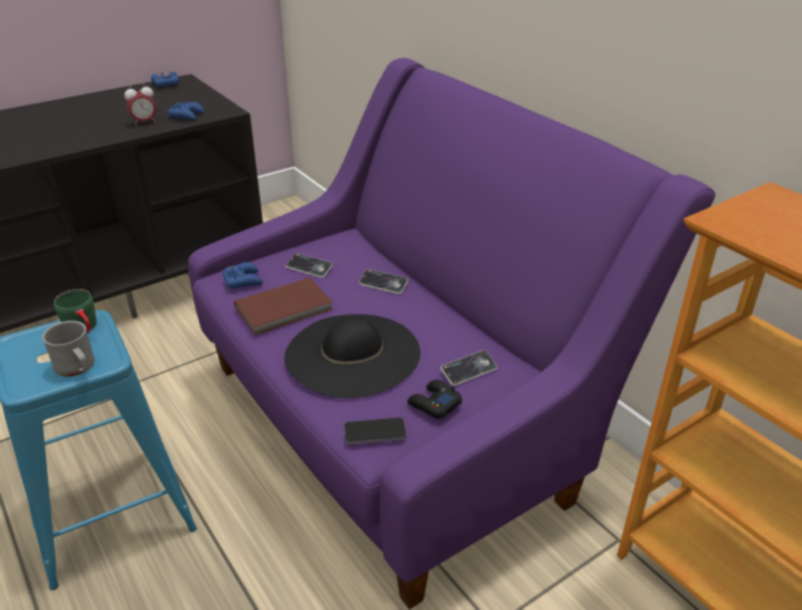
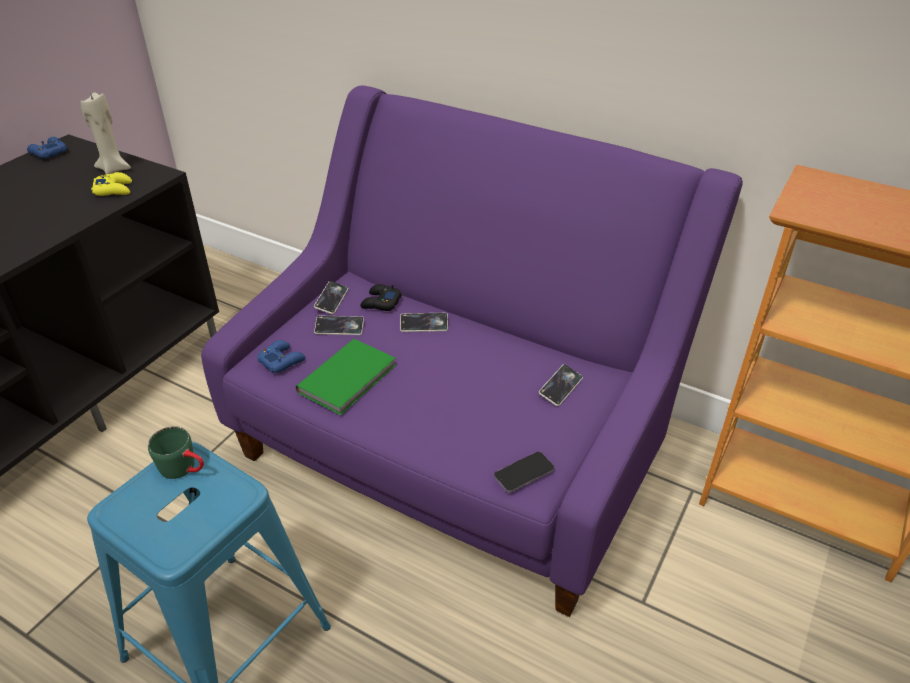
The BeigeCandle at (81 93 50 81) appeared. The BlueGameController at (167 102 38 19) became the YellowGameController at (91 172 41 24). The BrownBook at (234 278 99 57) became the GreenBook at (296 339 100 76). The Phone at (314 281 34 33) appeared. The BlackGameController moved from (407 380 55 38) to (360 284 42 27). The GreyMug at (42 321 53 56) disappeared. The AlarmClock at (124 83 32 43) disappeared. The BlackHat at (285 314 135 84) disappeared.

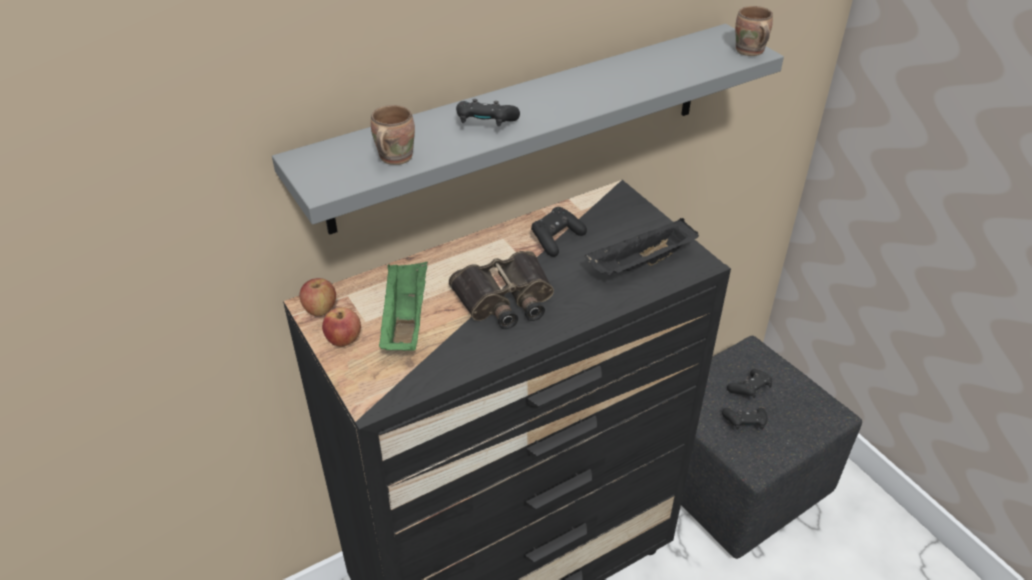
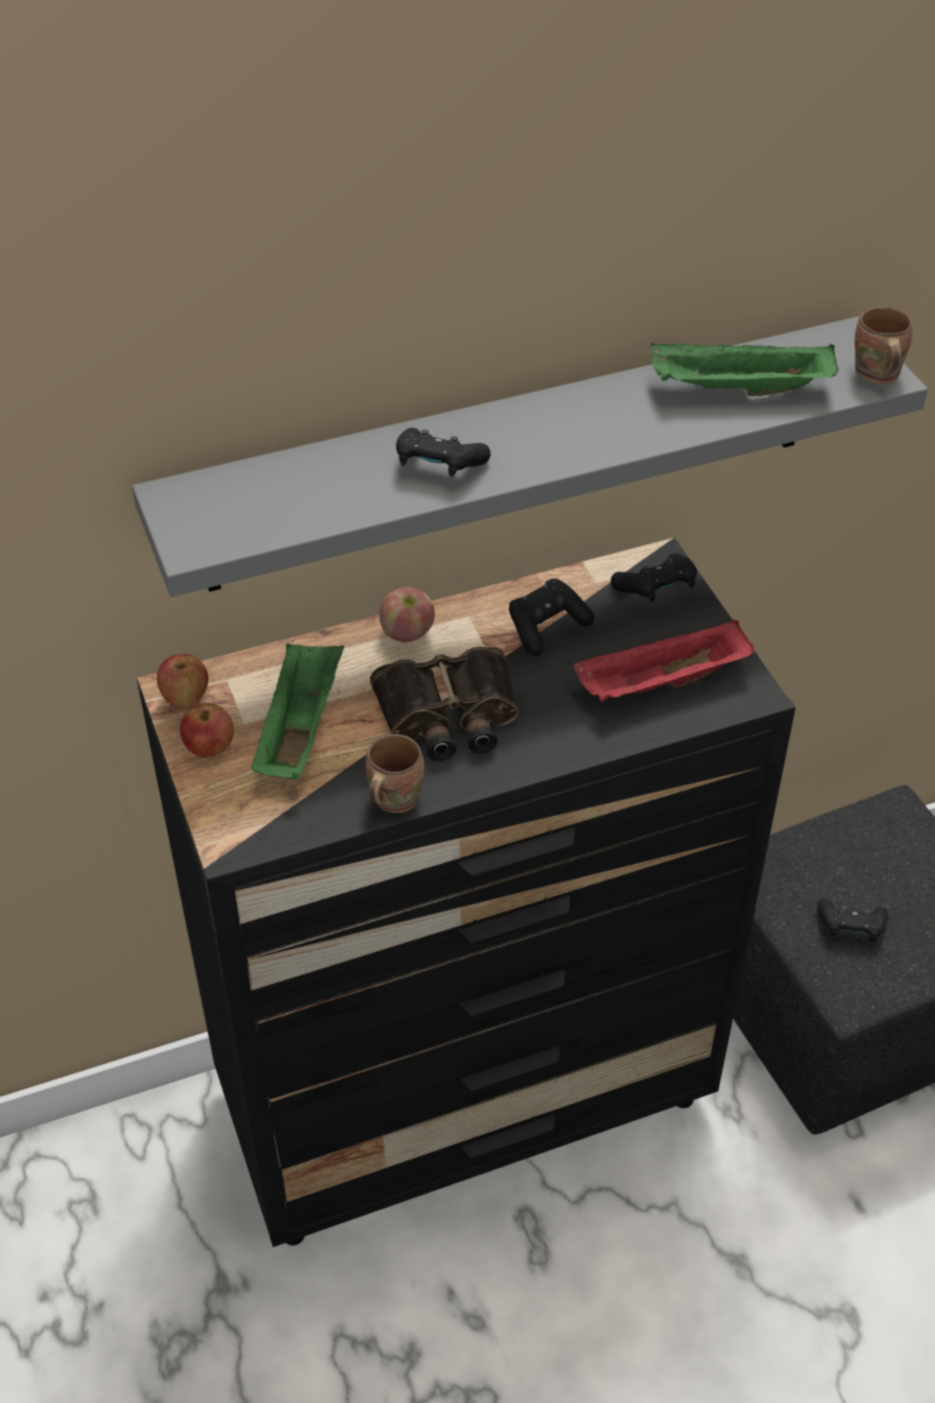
The BrownMug moved from (371 105 44 60) to (366 734 59 79). The Apple at (379 587 56 55) appeared. The BlackTray at (585 218 114 59) became the RedTray at (573 619 181 83). The BlackGameController moved from (727 369 45 29) to (611 553 86 49). The GreenTray at (650 343 188 53) appeared.

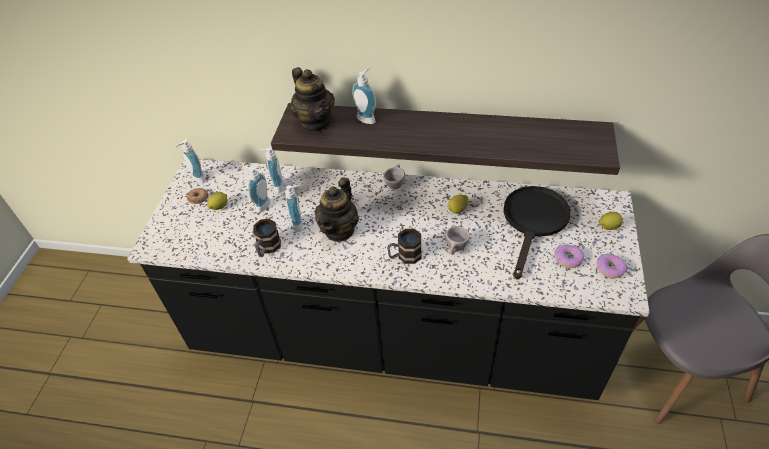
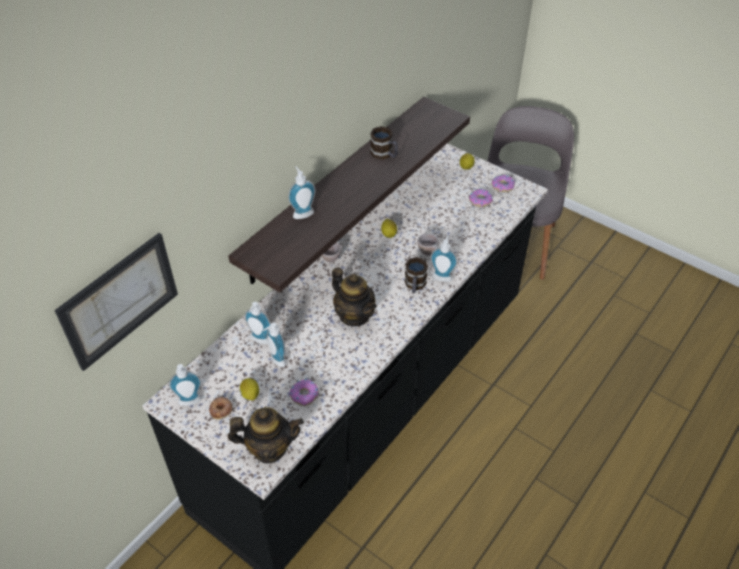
The Picture at (54 233 124 138) appeared. The Teapot moved from (290 67 45 64) to (228 407 76 56). The Donut at (289 379 29 27) appeared. The Mug moved from (253 219 28 38) to (370 126 28 34). The SoapDispenser moved from (285 185 18 47) to (430 235 27 47). The BlackFryingPan at (504 186 66 93) disappeared.

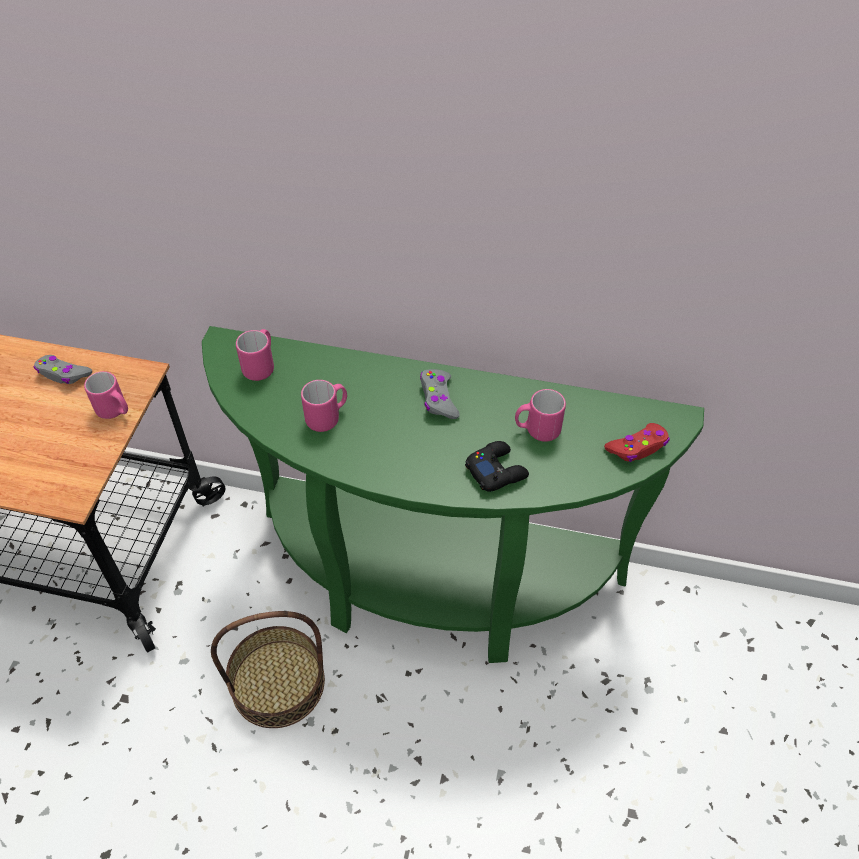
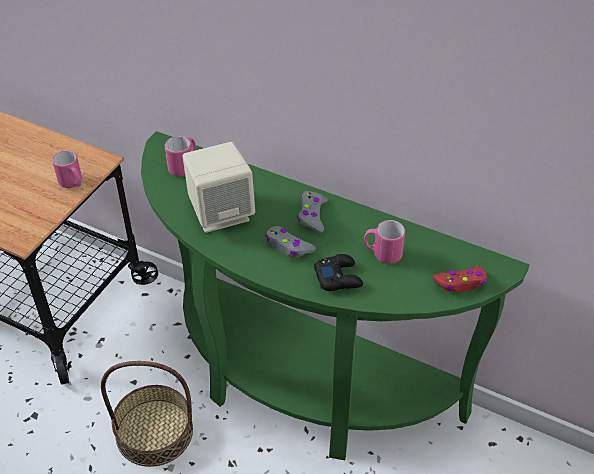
The PinkMug at (301 380 46 52) was replaced by the BeigeSpeaker at (183 142 72 91). The GreyGameController moved from (34 355 58 29) to (265 226 51 31).

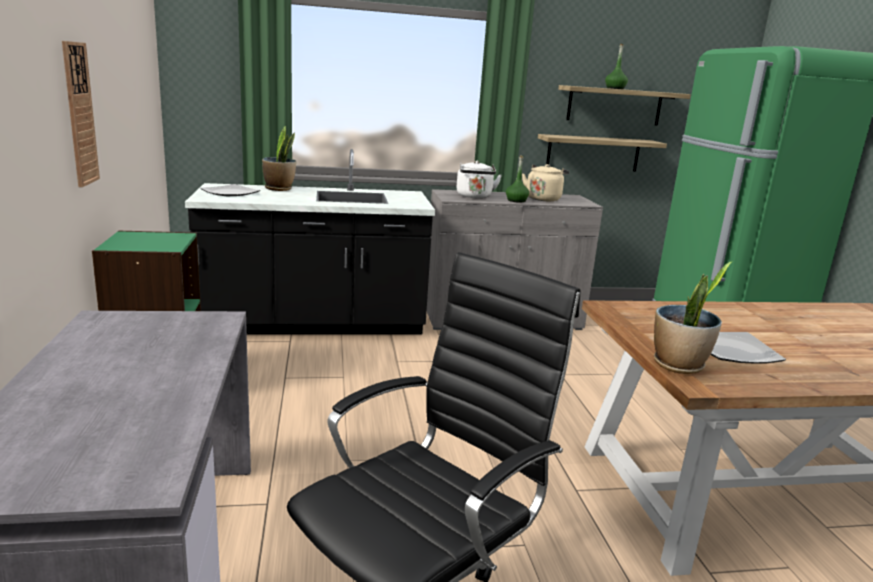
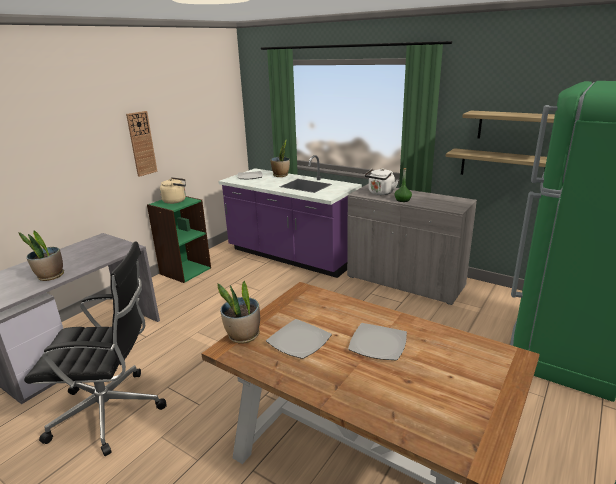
The PottedPlant at (18 231 46 50) appeared. The BeigeKettle moved from (522 164 47 37) to (160 177 26 27). The BlackCounter at (185 149 250 186) became the PurpleCounter at (218 155 144 123). The Plate at (348 323 59 37) appeared. The GreenBottle at (605 44 23 45) disappeared.

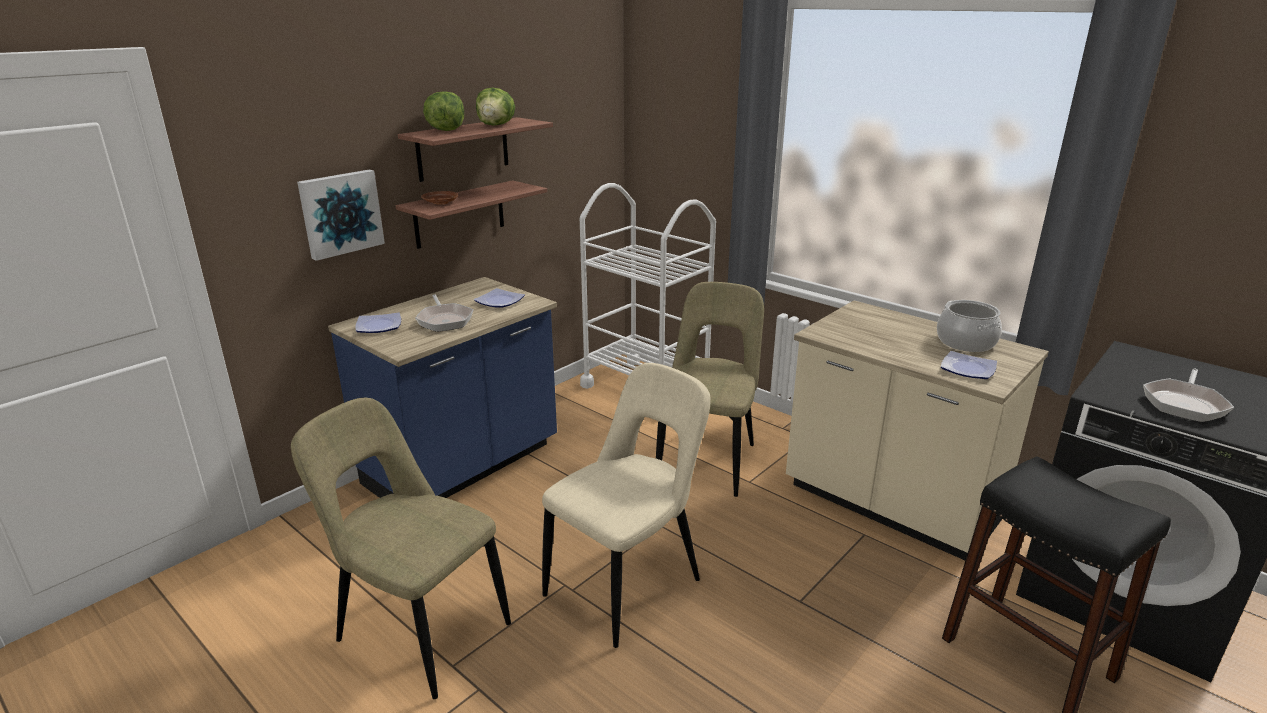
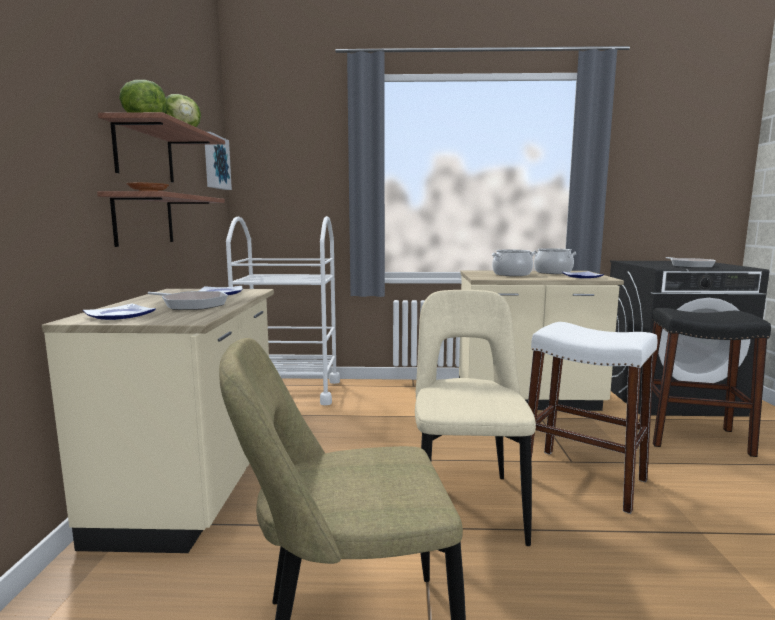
The BlueCounter at (328 277 229 221) became the BeigeCounter at (42 289 232 264). The Picture moved from (297 170 88 91) to (205 132 27 58). The CookingPot at (492 250 42 26) appeared. The WhiteStool at (520 322 138 192) appeared. The BeigeChair at (656 282 108 215) disappeared.

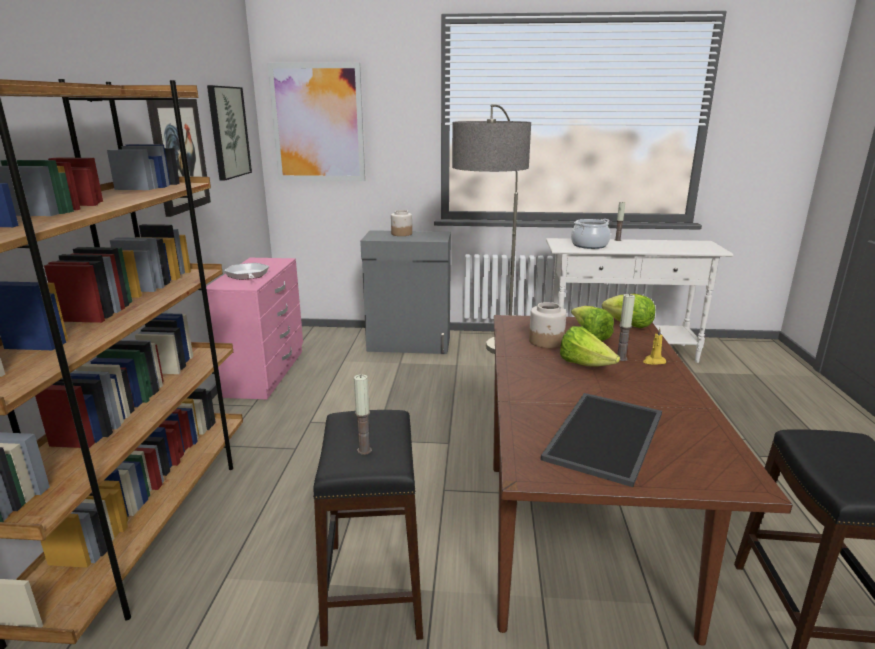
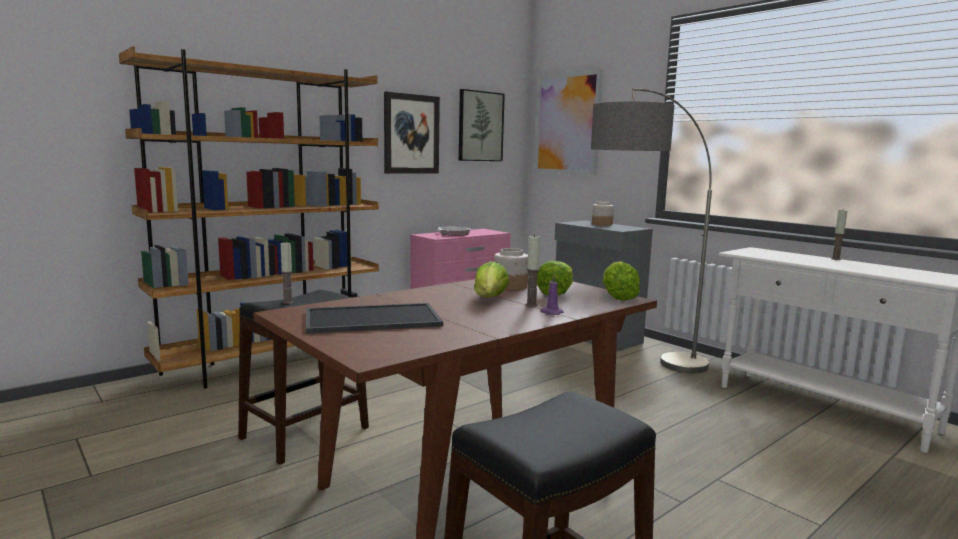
The YellowCandle at (643 328 23 37) became the PurpleCandle at (540 274 23 41). The CookingPot at (571 219 39 30) disappeared.

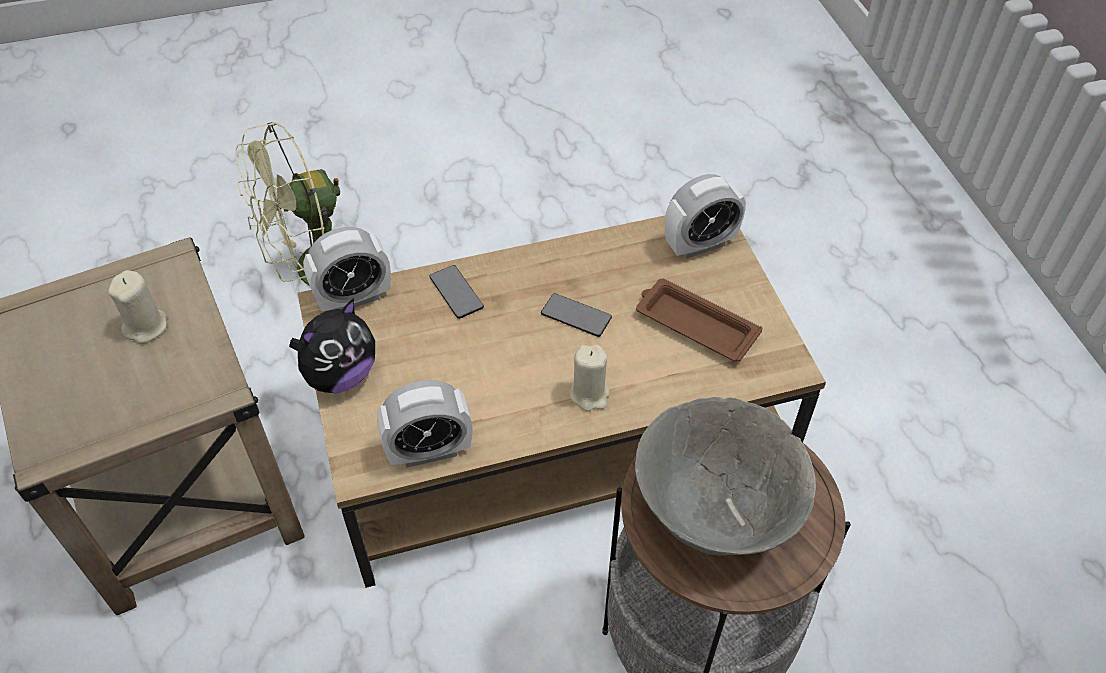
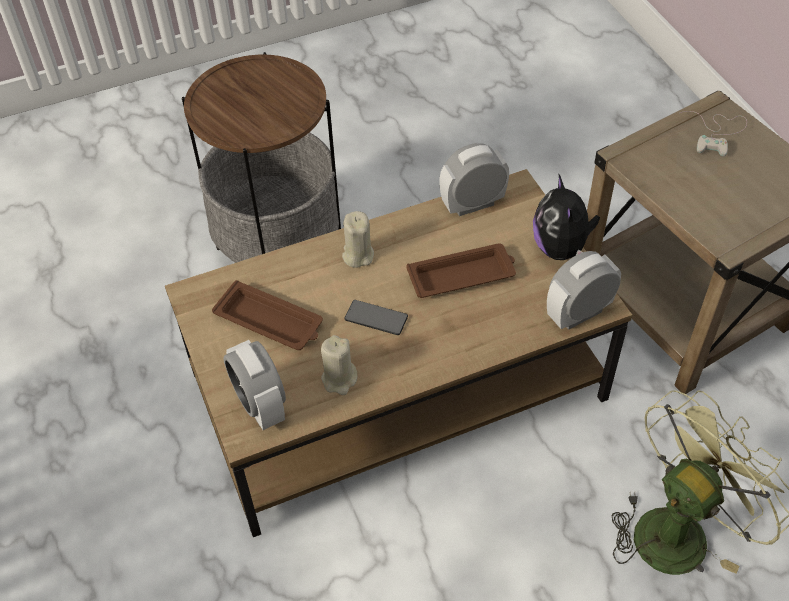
The AlarmClock at (665 174 81 85) turned 90 degrees counterclockwise. The BeigeCandle moved from (108 270 59 74) to (321 335 36 60). The BrownTray at (406 243 110 55) appeared. The PlushToy at (289 298 86 95) turned 45 degrees counterclockwise. The WhiteGameController at (680 111 67 45) appeared. The Phone at (429 265 55 54) disappeared. The GreyBowl at (635 397 181 159) disappeared.

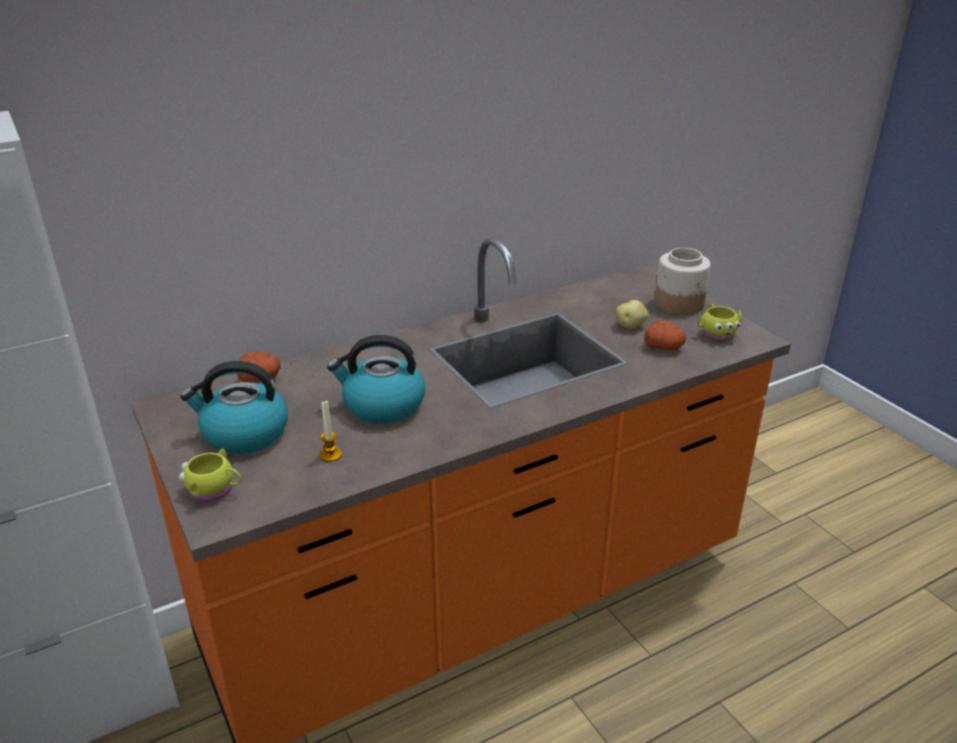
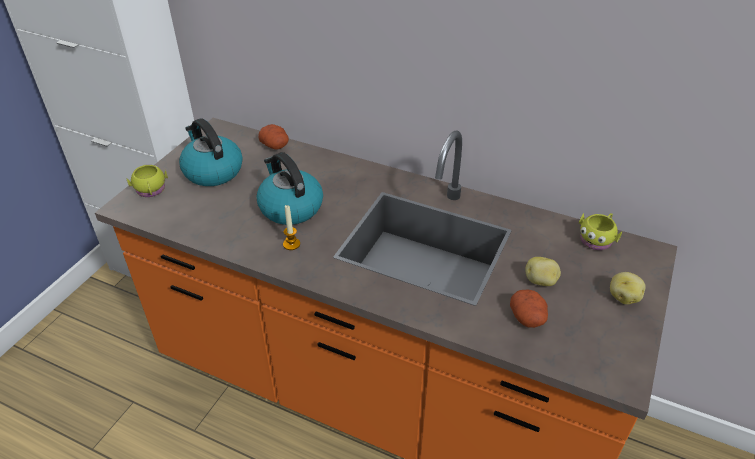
The Candle moved from (319 400 23 62) to (283 205 17 45). The YellowMug moved from (699 304 43 38) to (579 213 43 37). The Jar at (655 248 56 66) was replaced by the Potato at (610 272 36 33).

